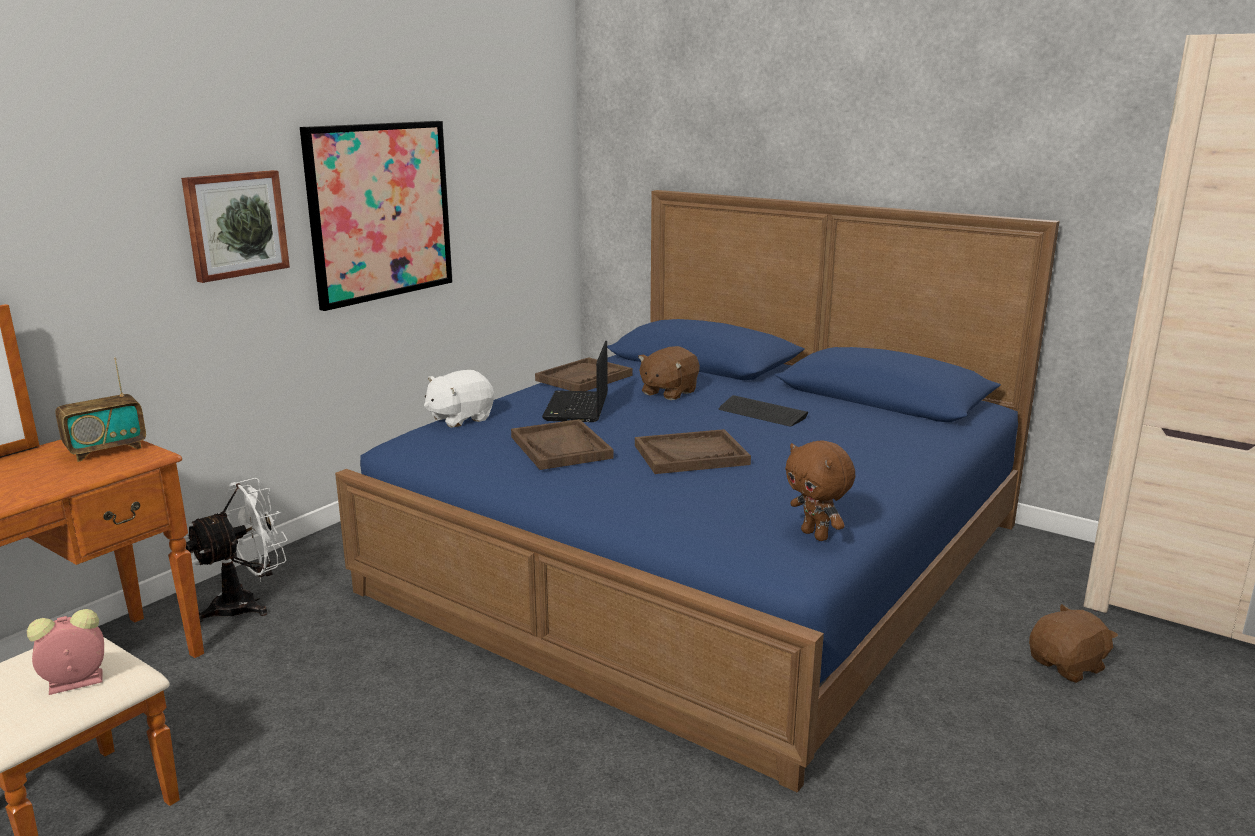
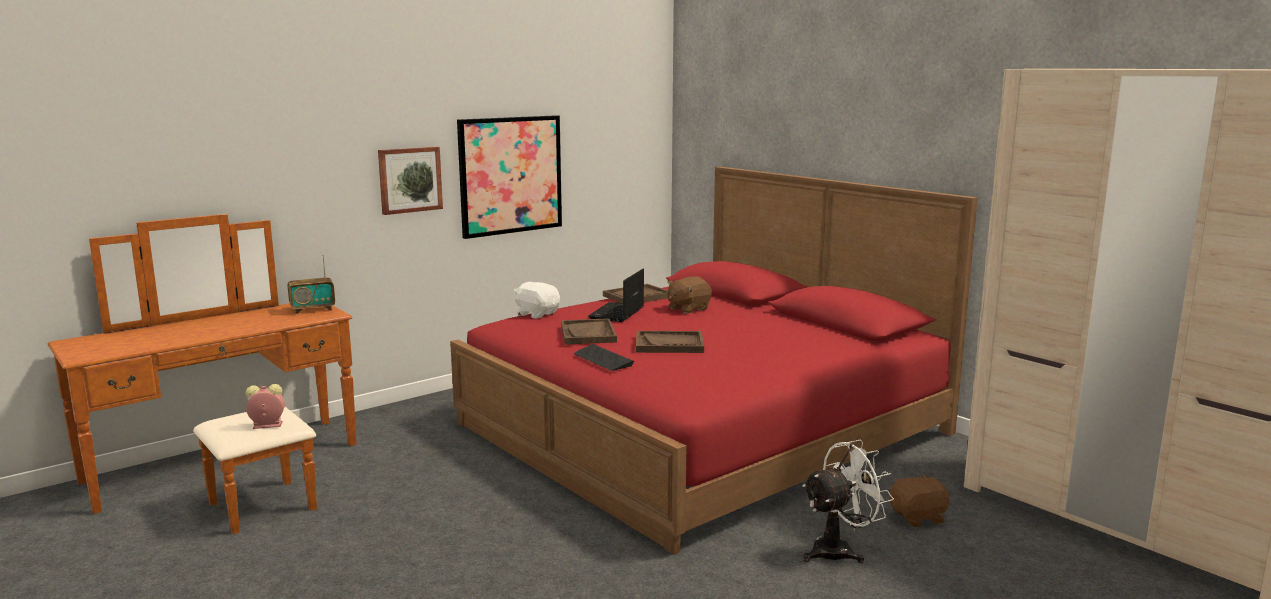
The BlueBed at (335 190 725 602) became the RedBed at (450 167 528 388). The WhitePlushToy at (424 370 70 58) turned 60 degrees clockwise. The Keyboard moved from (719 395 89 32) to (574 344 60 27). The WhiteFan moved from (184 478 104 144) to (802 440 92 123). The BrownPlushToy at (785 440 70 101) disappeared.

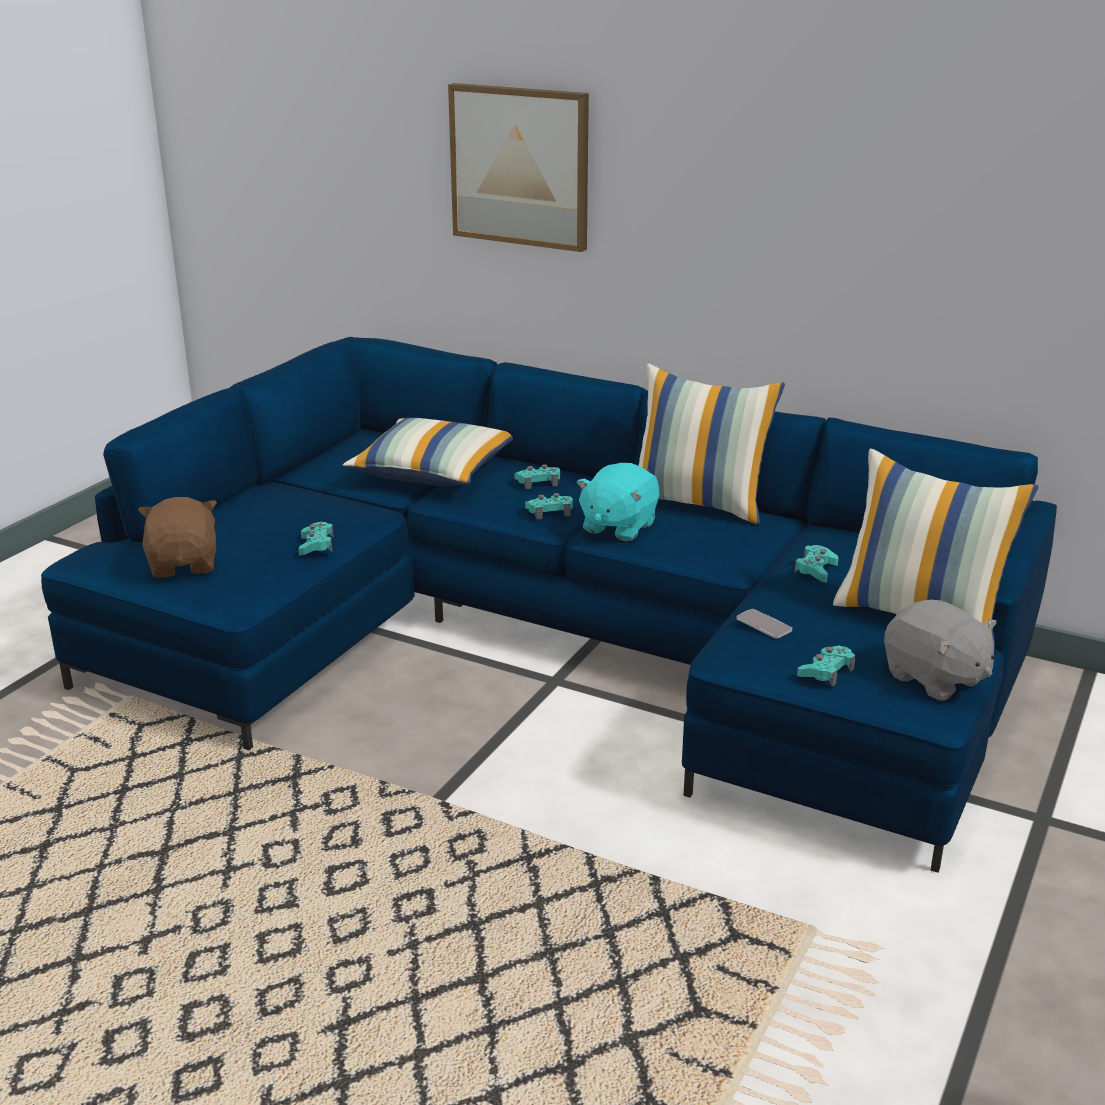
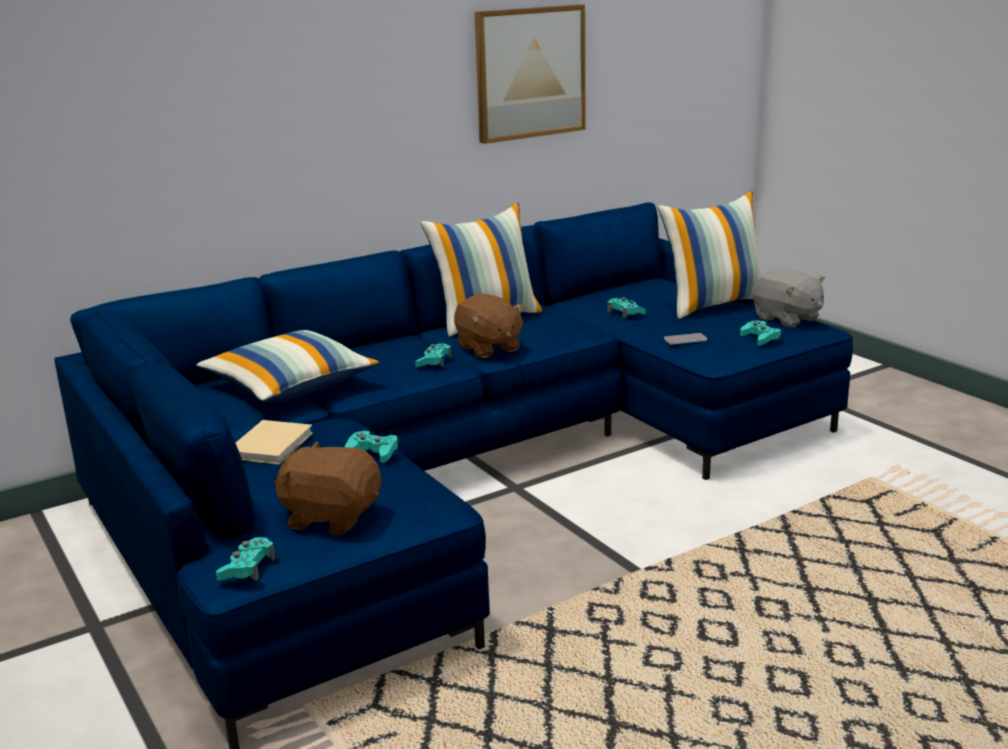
The TurquoiseGameController moved from (515 464 45 26) to (216 537 60 45). The BeigeBook at (236 420 77 45) appeared. The TurquoisePlushToy at (577 463 83 78) became the BrownPlushToy at (454 294 71 64). The Picture moved from (448 83 141 169) to (475 4 110 140). The GreyPlushToy at (884 600 113 100) turned 60 degrees clockwise.

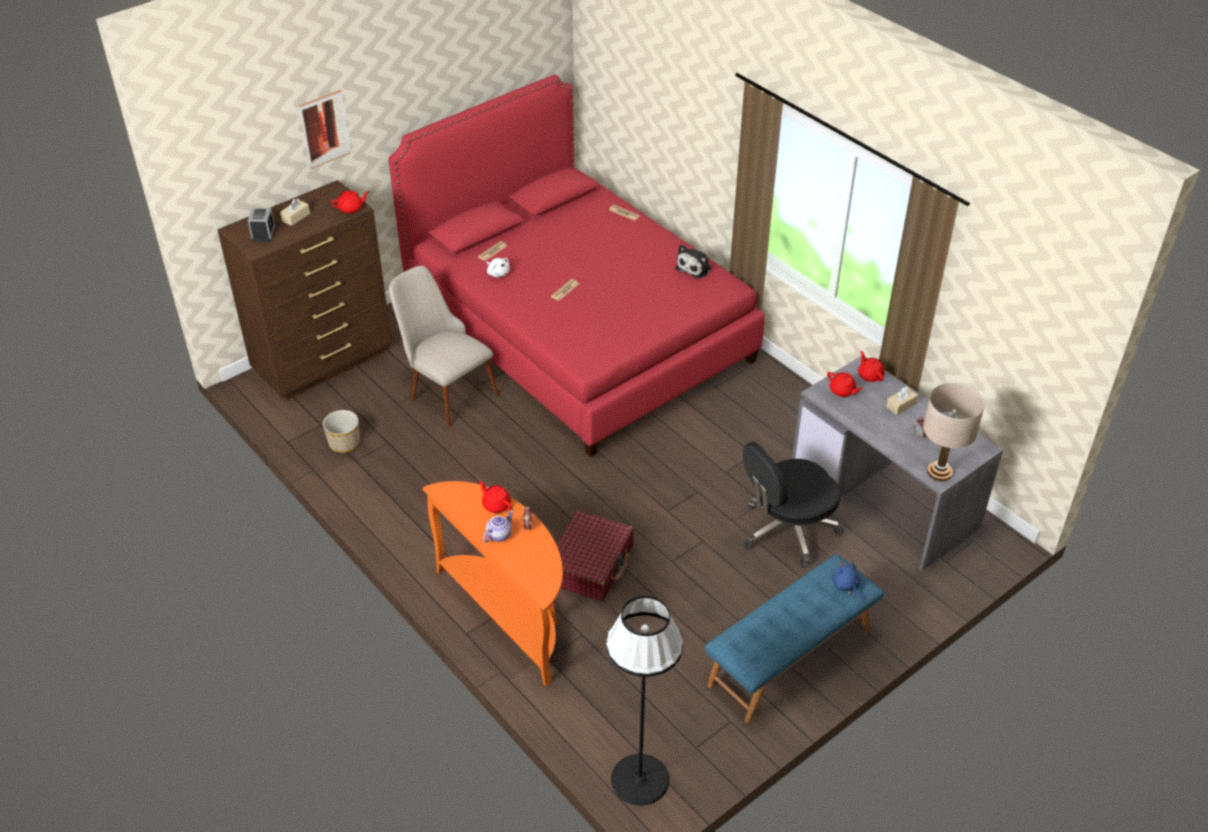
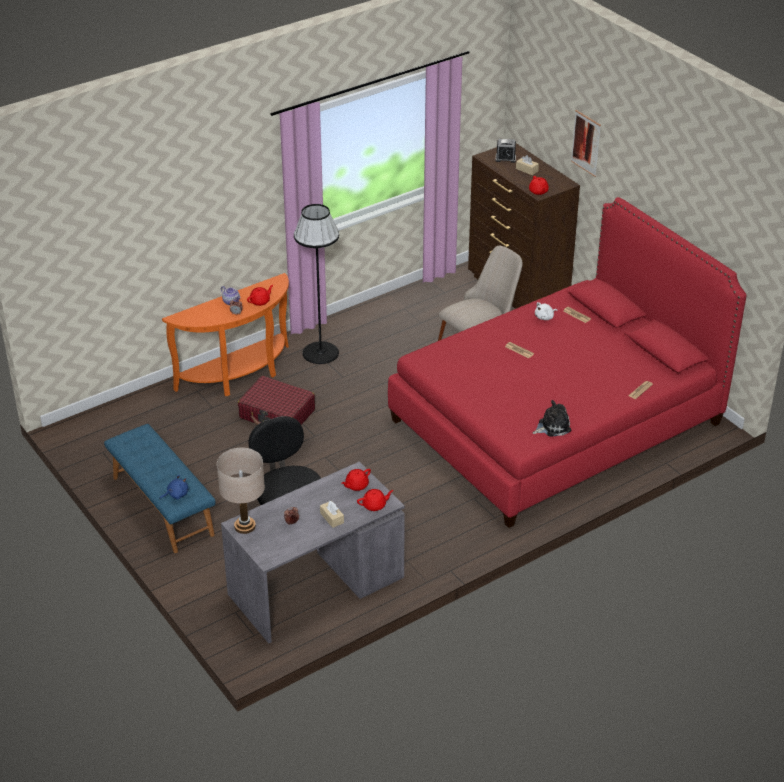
The BlackFloorLamp moved from (606 596 77 210) to (294 204 45 160). The PlushToy at (675 245 37 33) turned 120 degrees clockwise. The Planter at (323 410 37 43) disappeared.

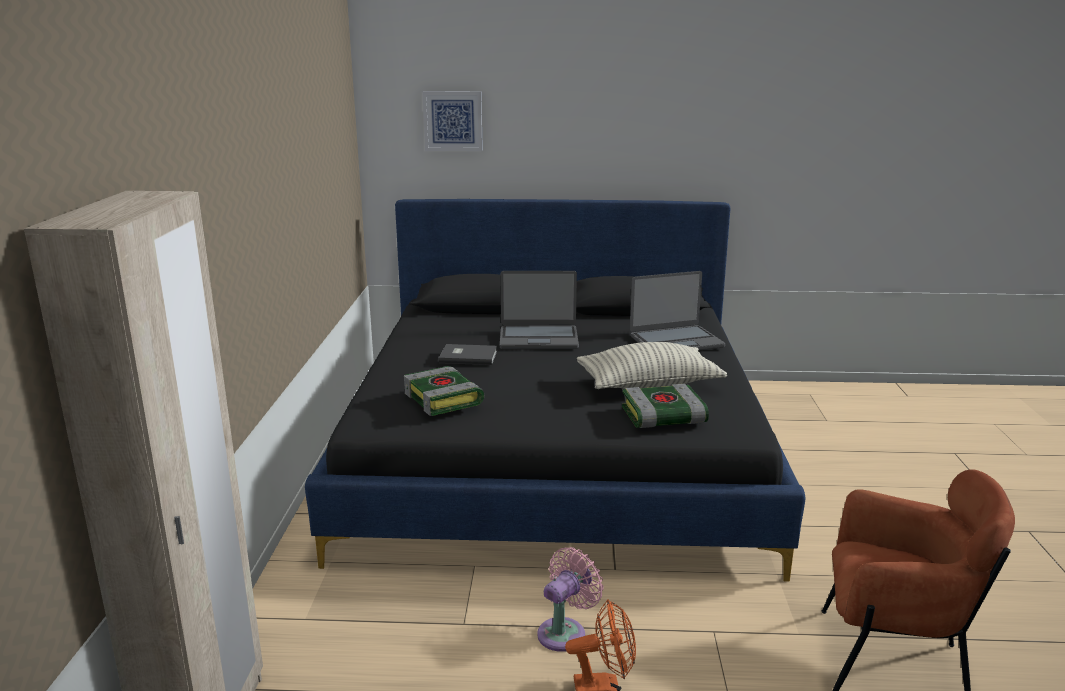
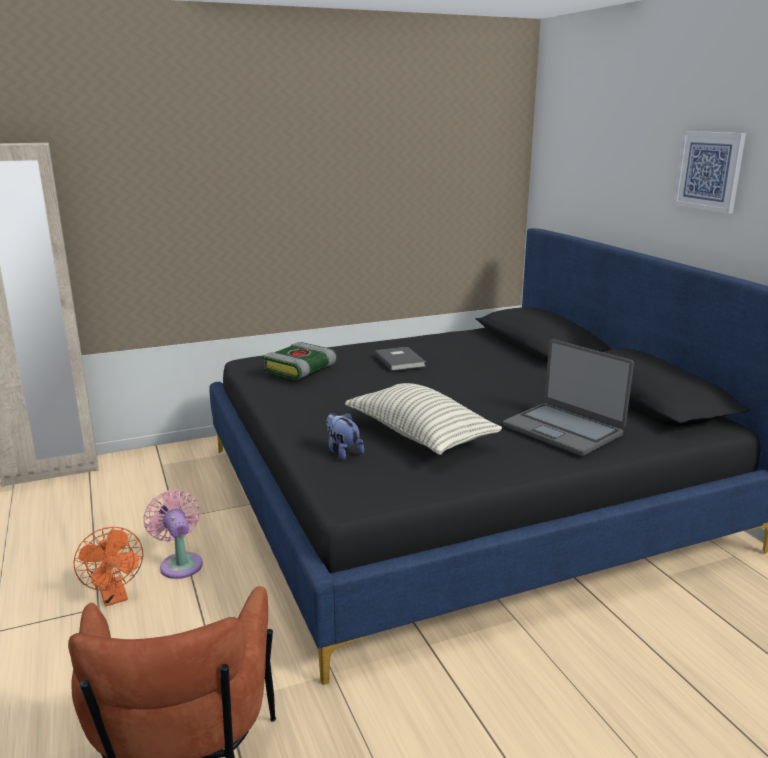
The PinkFan at (537 547 67 105) turned 135 degrees counterclockwise. The Book at (622 384 87 44) was replaced by the PlushToy at (326 413 38 47). The Picture moved from (423 91 60 60) to (673 131 73 83). The Laptop at (500 271 79 78) disappeared.

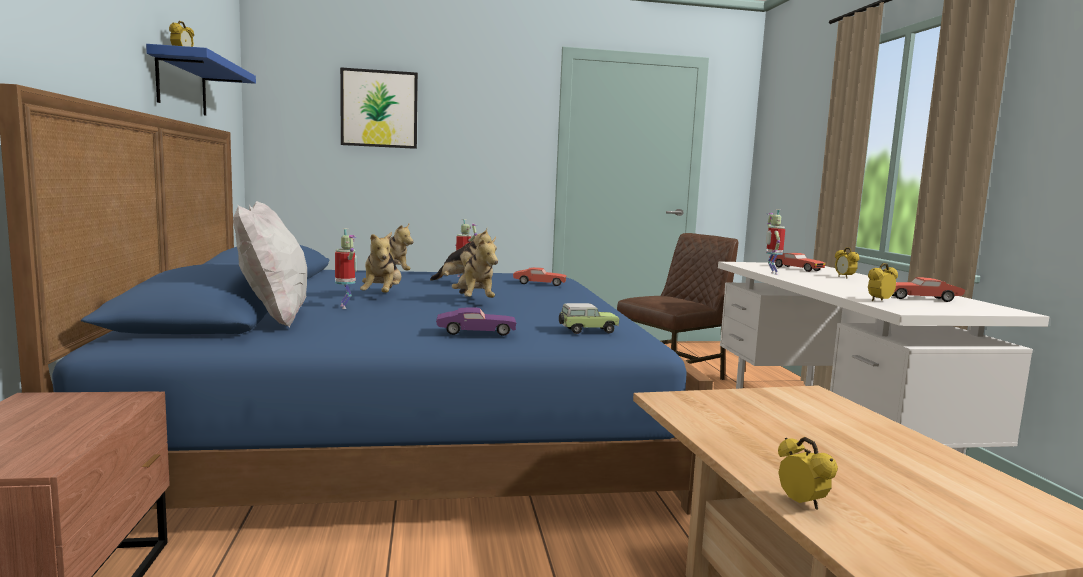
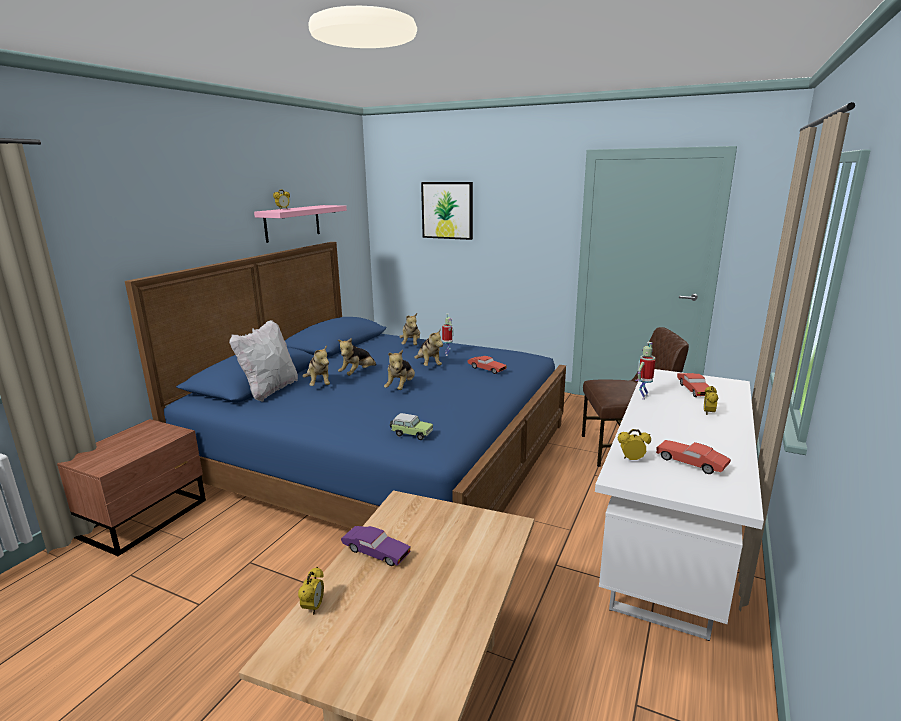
The BlueShelf at (146 44 110 71) became the PinkShelf at (254 205 93 38). The ToyRobot at (335 228 22 81) was replaced by the PlushToy at (303 345 27 41). The PurpleToyCar moved from (436 307 80 29) to (341 526 70 40).

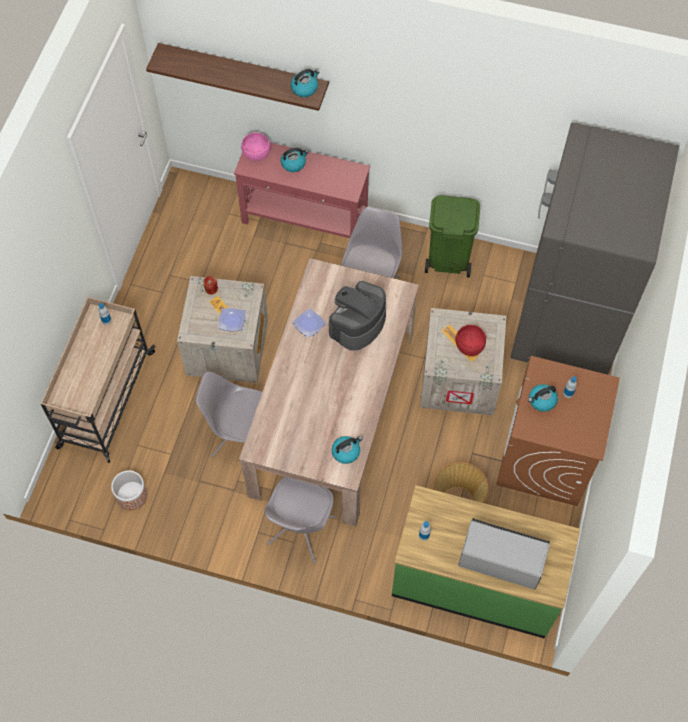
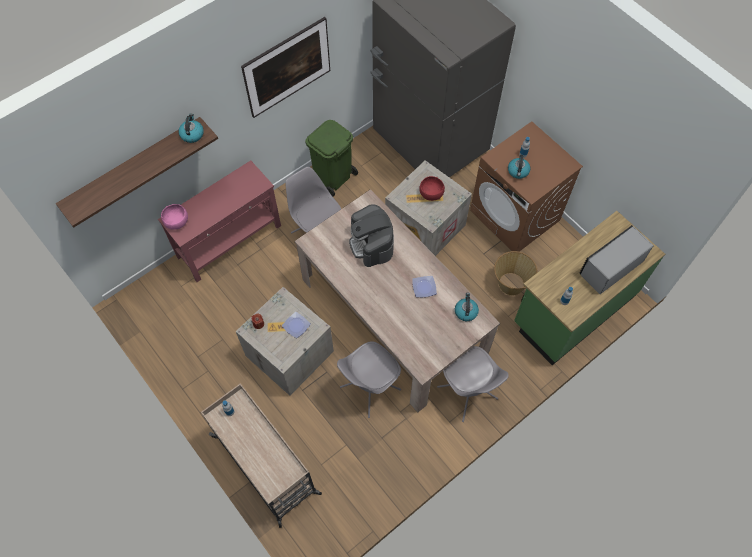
The Picture at (241 17 89 101) appeared. The Plate moved from (293 308 33 30) to (412 276 25 21). The Planter at (111 470 37 40) disappeared. The Kettle at (281 148 28 24) disappeared.

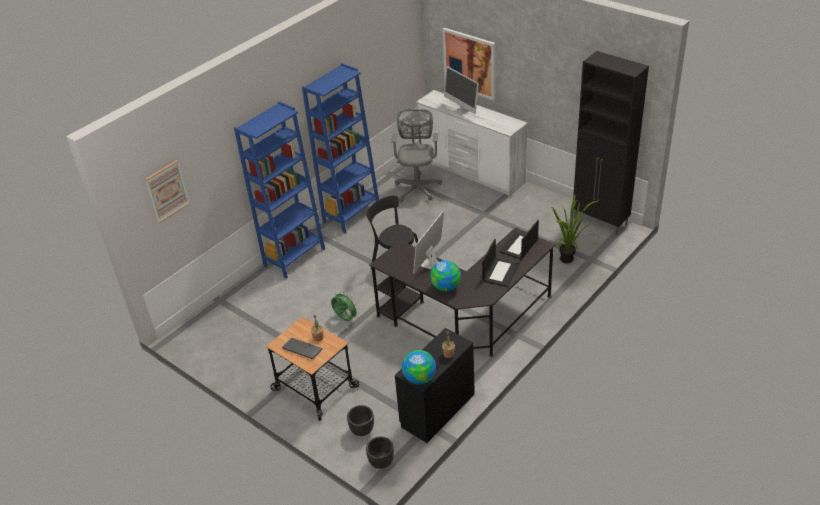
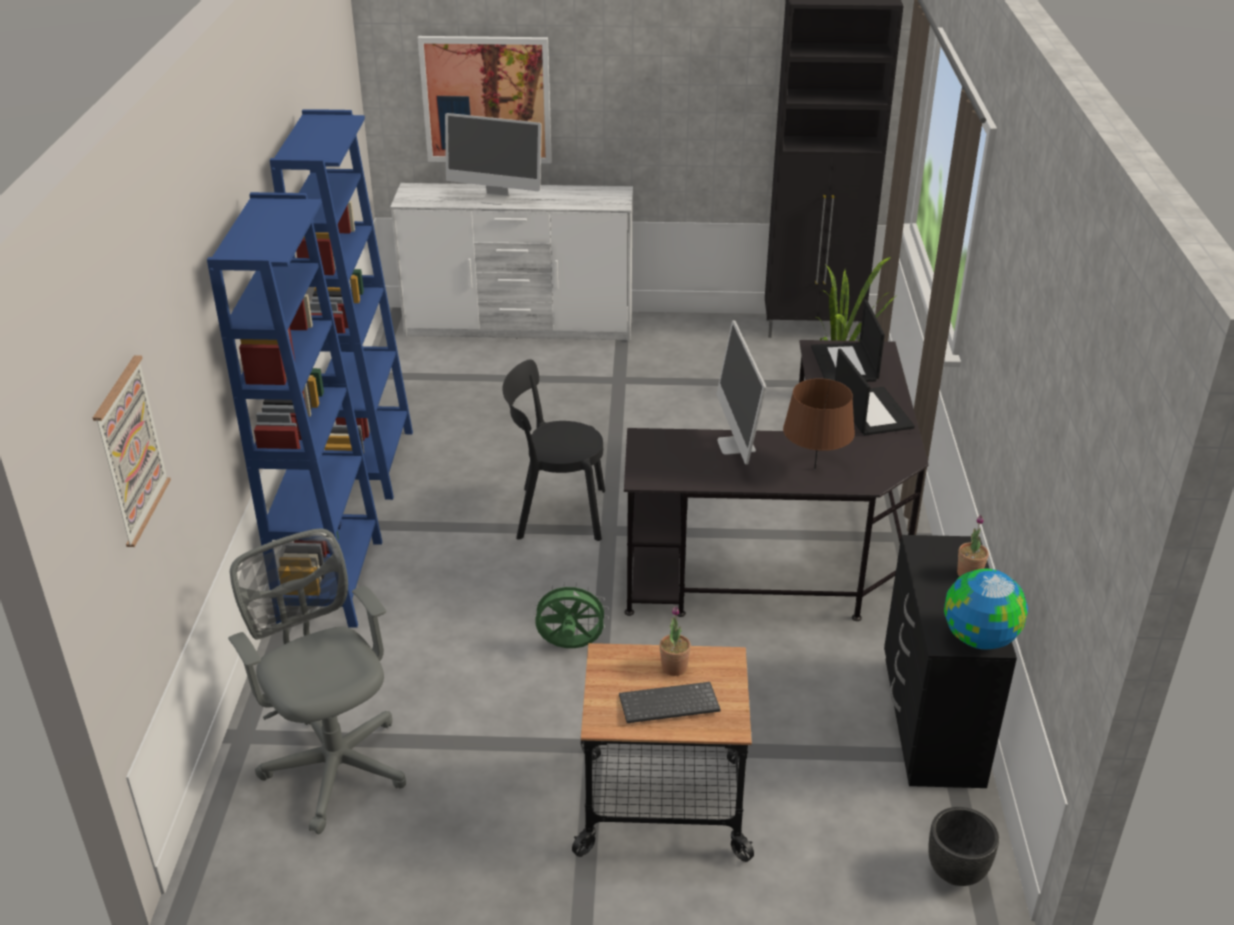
The GreyOfficeChair moved from (391 109 51 94) to (228 528 178 306). The Globe at (430 260 31 31) was replaced by the BrownTableLamp at (783 378 72 91). The BlackPlanter at (347 405 27 31) disappeared.

